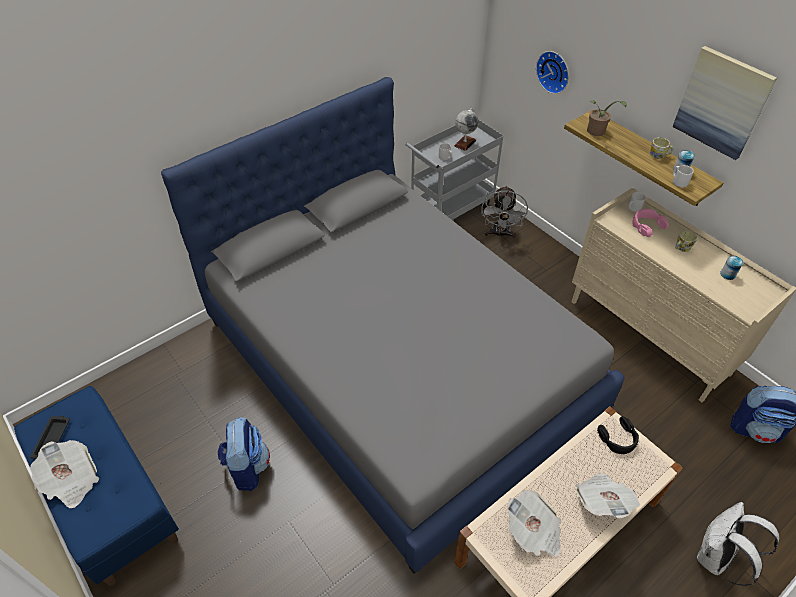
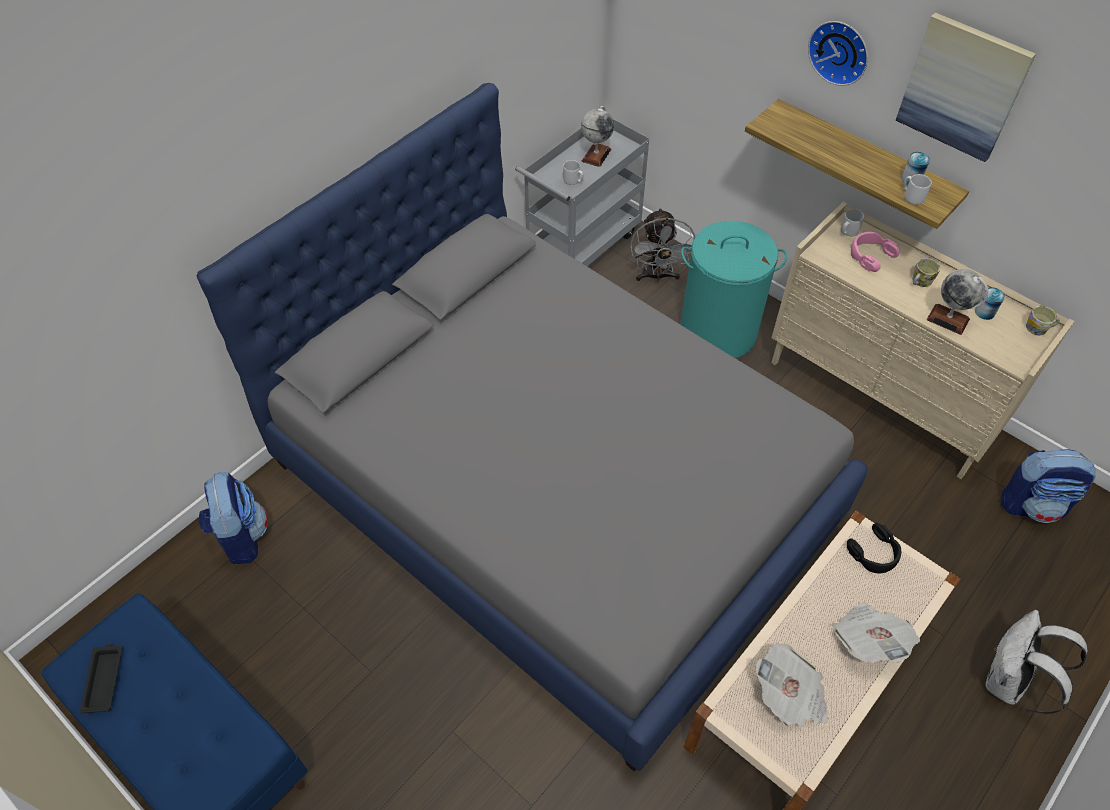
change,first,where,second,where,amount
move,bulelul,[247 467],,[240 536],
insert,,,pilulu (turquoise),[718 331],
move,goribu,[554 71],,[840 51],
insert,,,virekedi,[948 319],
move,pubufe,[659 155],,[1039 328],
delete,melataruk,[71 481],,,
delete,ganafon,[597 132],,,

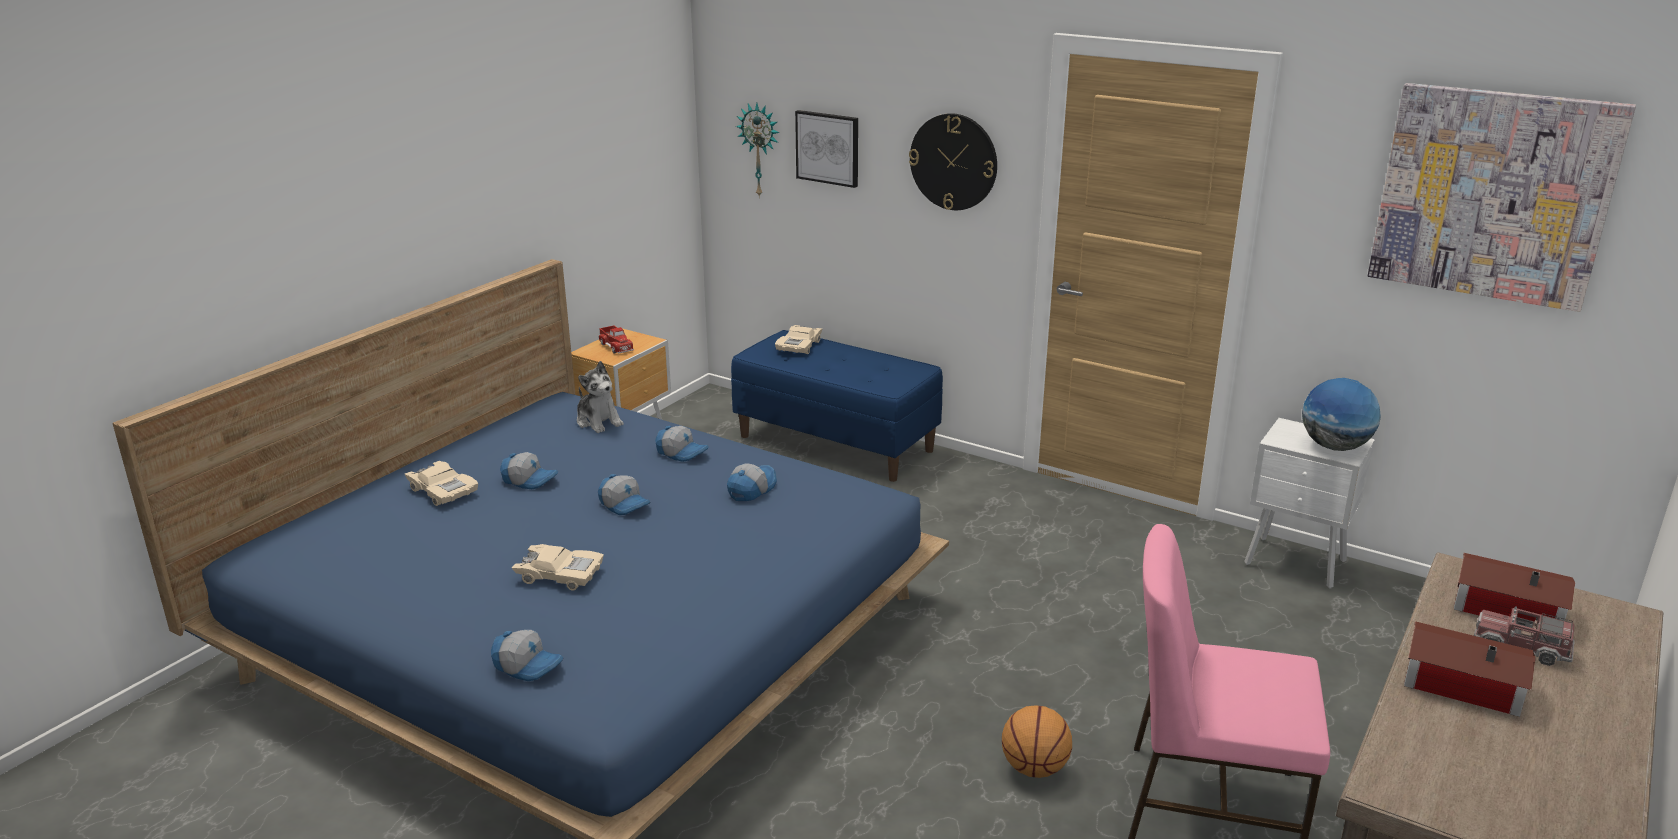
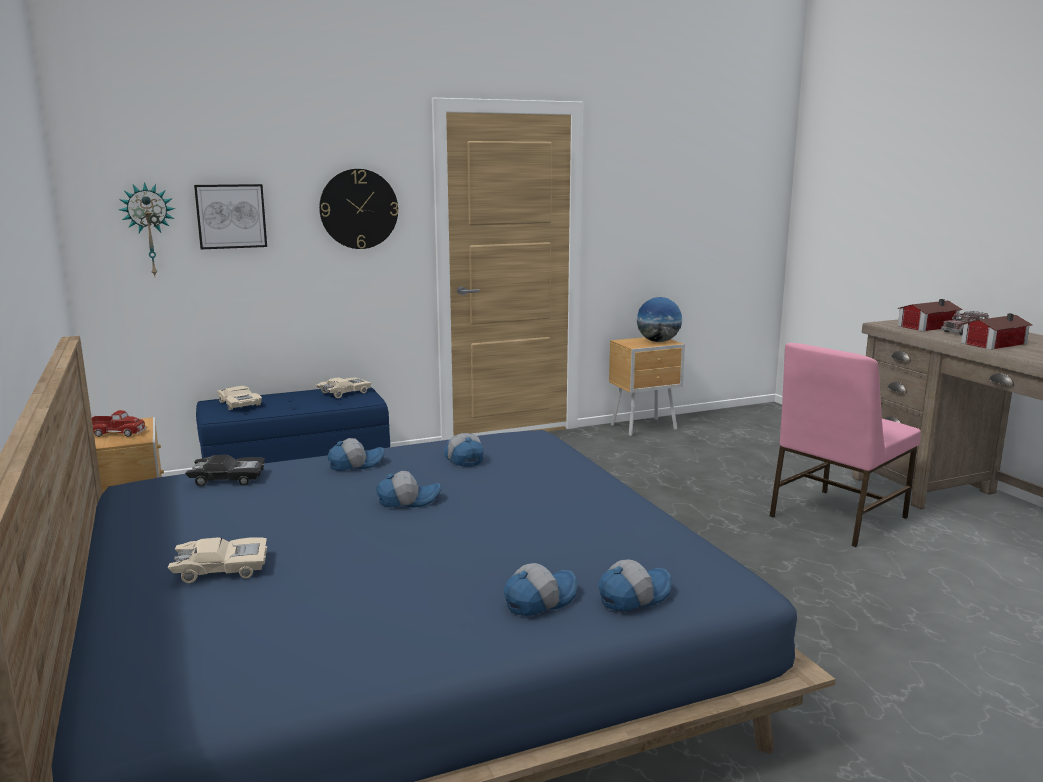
change,first,where,second,where,amount
replace,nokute,[599 421],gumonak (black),[227 478],
move,gumonak (beige),[560 575],,[344 393],
move,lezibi,[530 480],,[539 600],
recolor,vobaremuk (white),[1297 564],vobaremuk (brown),[645 427],
delete,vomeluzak,[1035 769],,,
delete,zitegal,[1493 195],,,

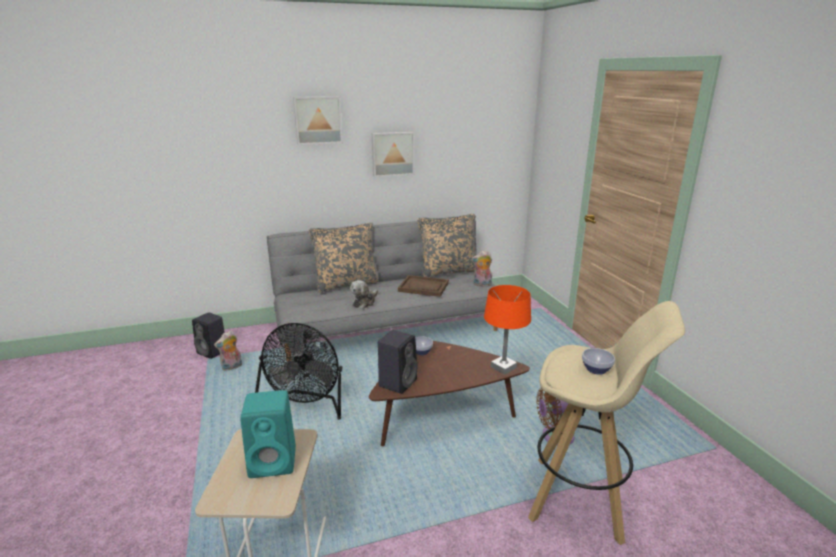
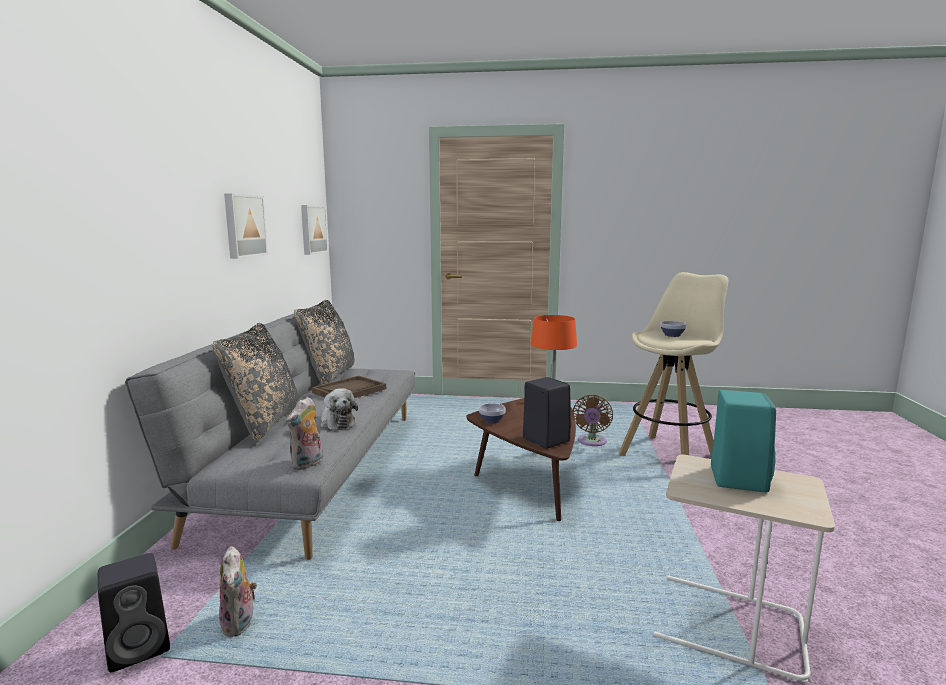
change,first,where,second,where,amount
move,nokute,[482 285],,[308 464],
move,zitegal,[318 120],,[312 229],
delete,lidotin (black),[305 402],,,

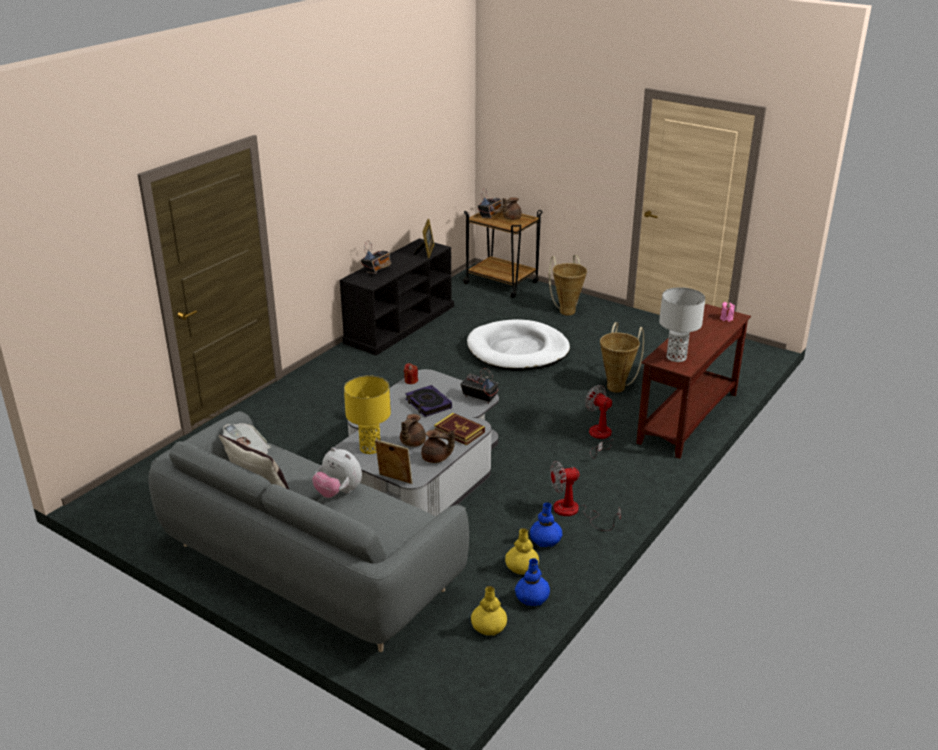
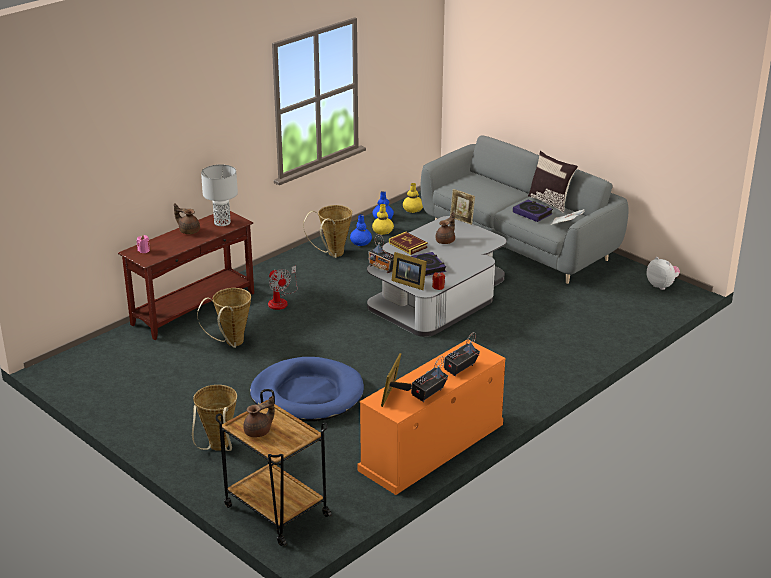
change,first,where,second,where,amount
move,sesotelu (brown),[436 458],,[188 231],
recolor,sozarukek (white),[518 350],sozarukek (blue),[307 394],
replace,lidotin,[574 512],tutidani,[332 255],
recolor,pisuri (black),[400 324],pisuri (orange),[431 447],
insert,,,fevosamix,[408 283],
move,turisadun,[490 215],,[428 394],
insert,,,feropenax,[532 213],
move,nokute,[338 492],,[661 285],
delete,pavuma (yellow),[370 448],,,

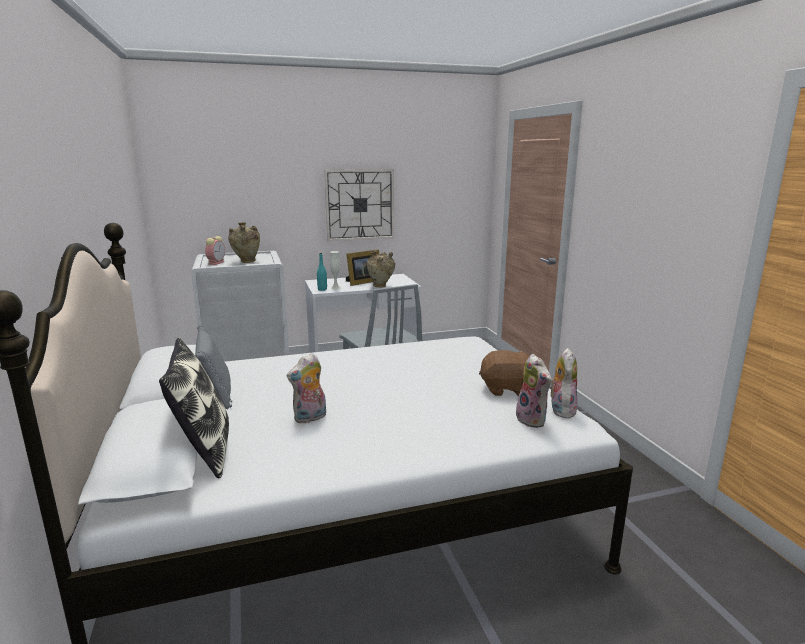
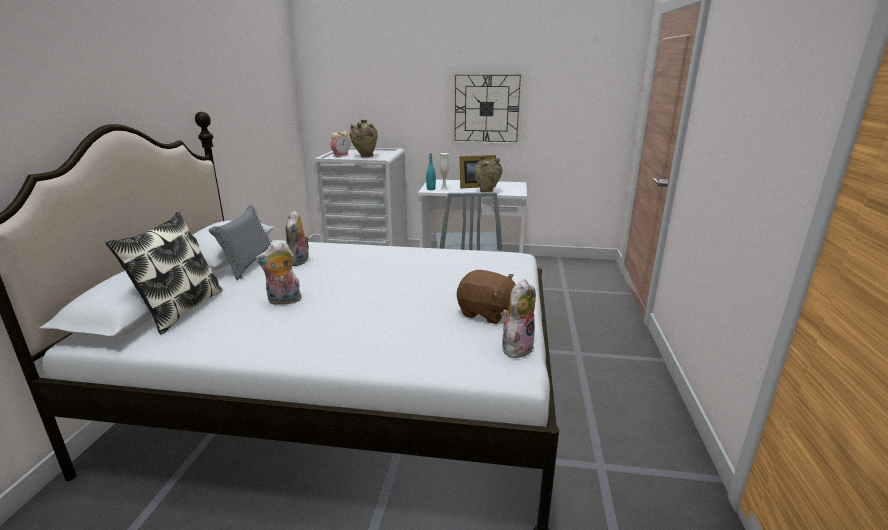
change,first,where,second,where,amount
move,nokute,[533 420],,[300 262],

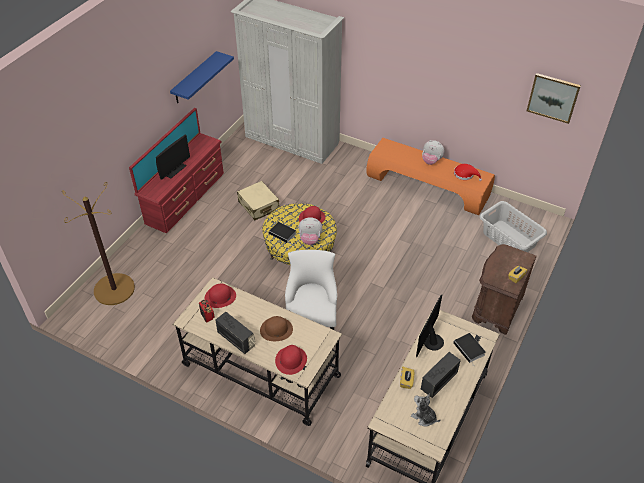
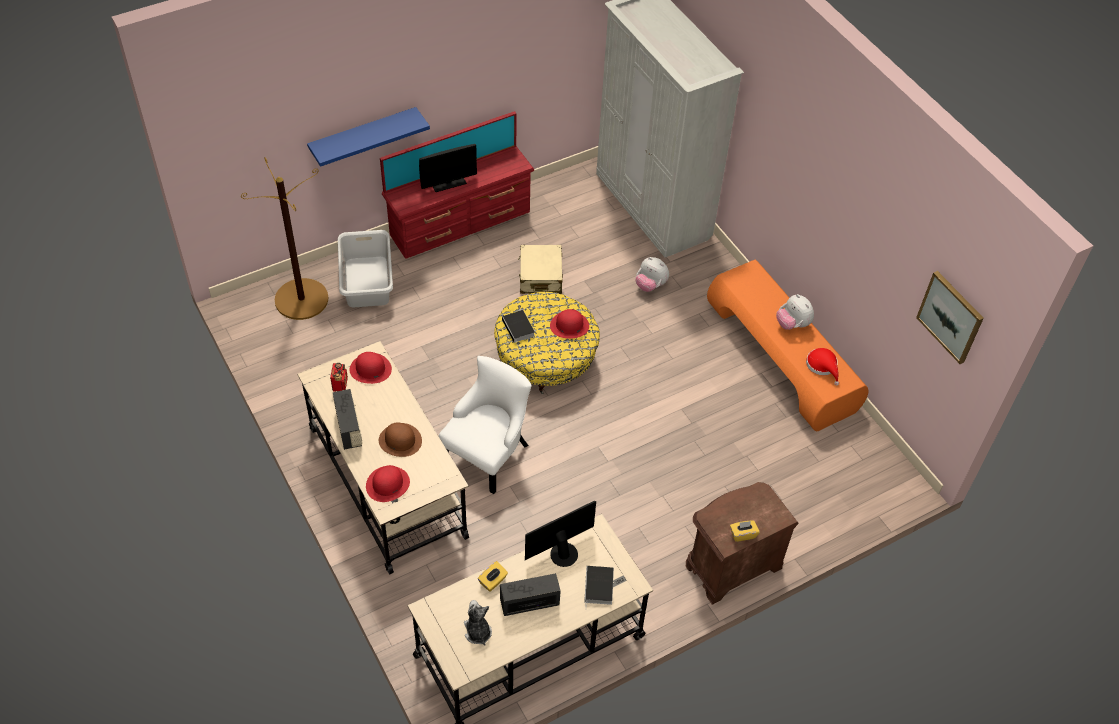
change,first,where,second,where,amount
move,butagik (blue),[194 78],,[363 135],
move,pilulu (grey),[509 238],,[367 281],
move,nokute,[310 239],,[650 285],

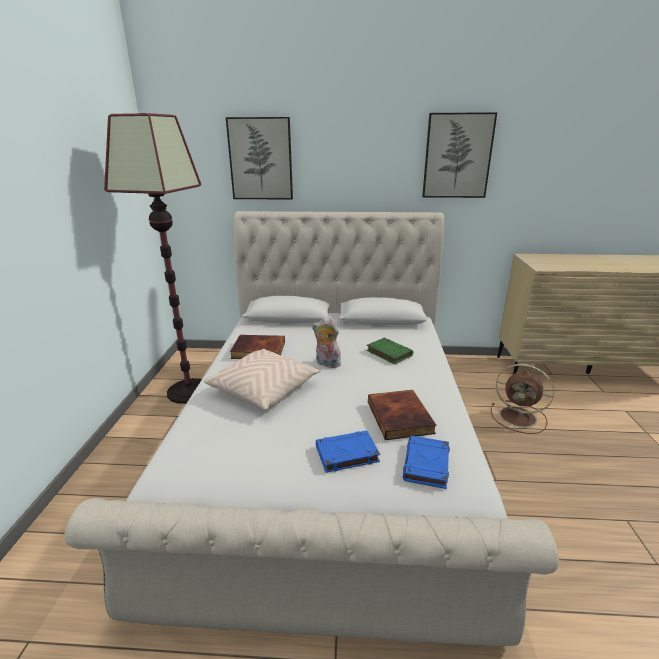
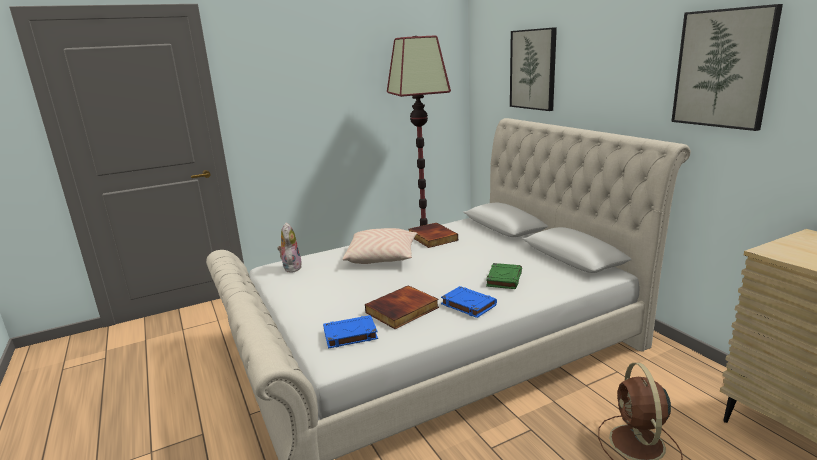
change,first,where,second,where,amount
move,nokute,[326 364],,[291 267],
move,feropenax (blue),[346 454],,[468 305],

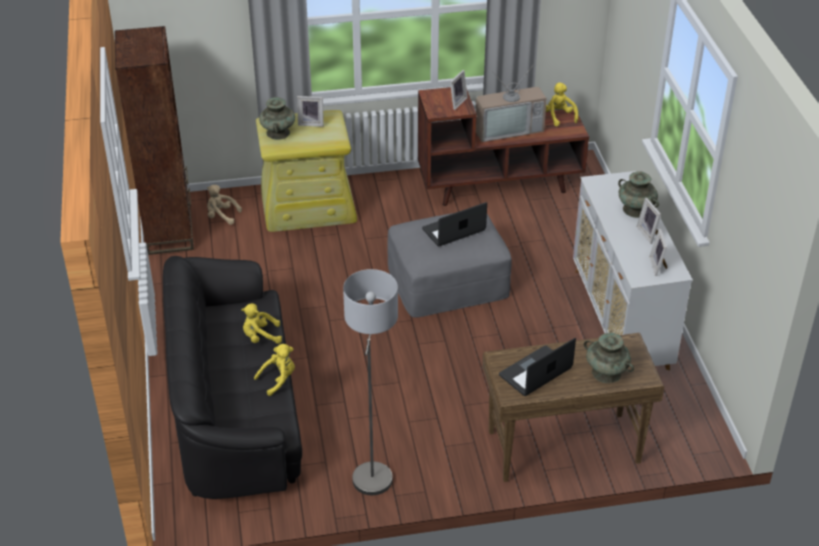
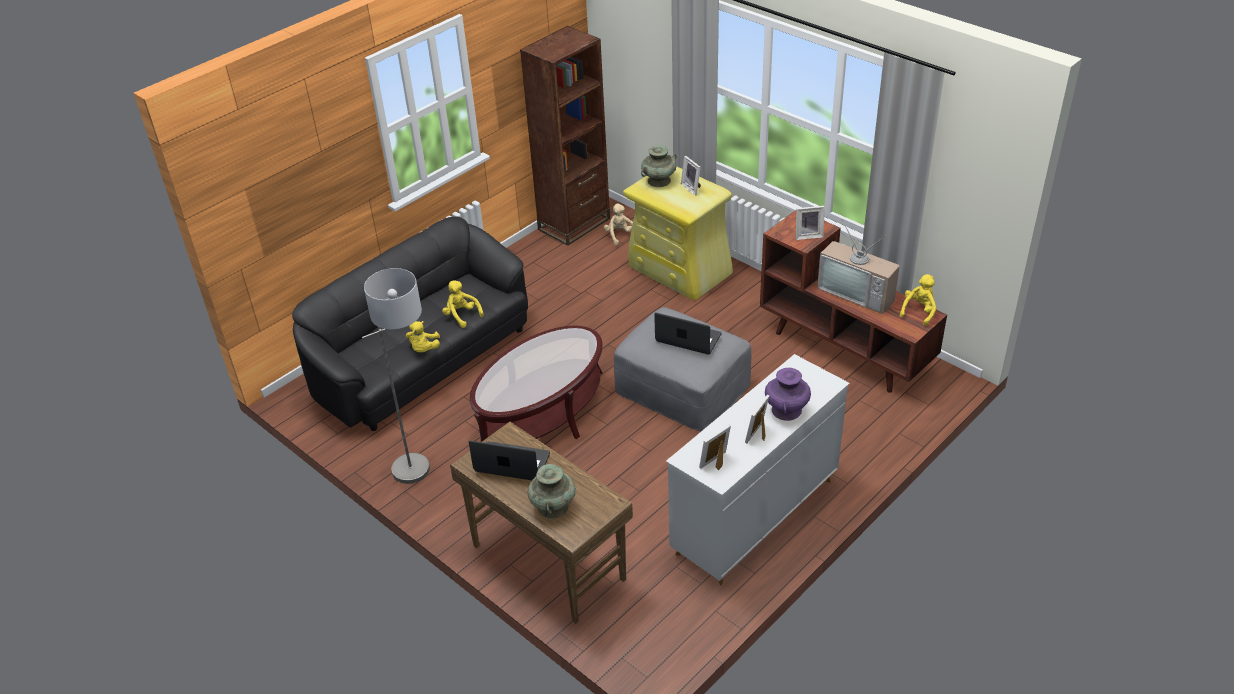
change,first,where,second,where,amount
rotate,nokute (yellow),[278 379],,[424 349],75 degrees clockwise
insert,,,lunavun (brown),[542 414],
recolor,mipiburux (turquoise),[636 210],mipiburux (purple),[786 410],

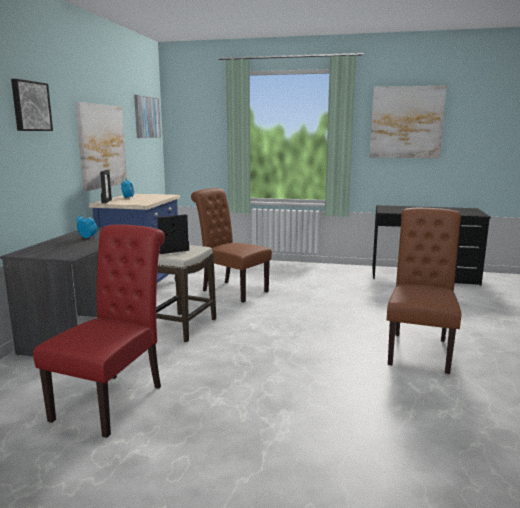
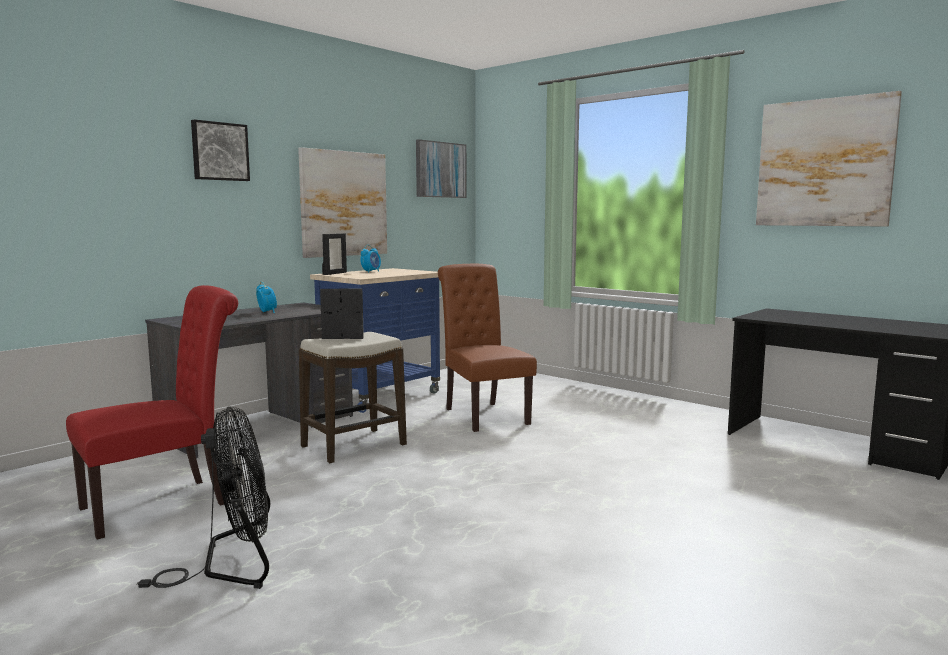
change,first,where,second,where,amount
insert,,,lidotin (black),[230 559],
delete,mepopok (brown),[419 349],,,

